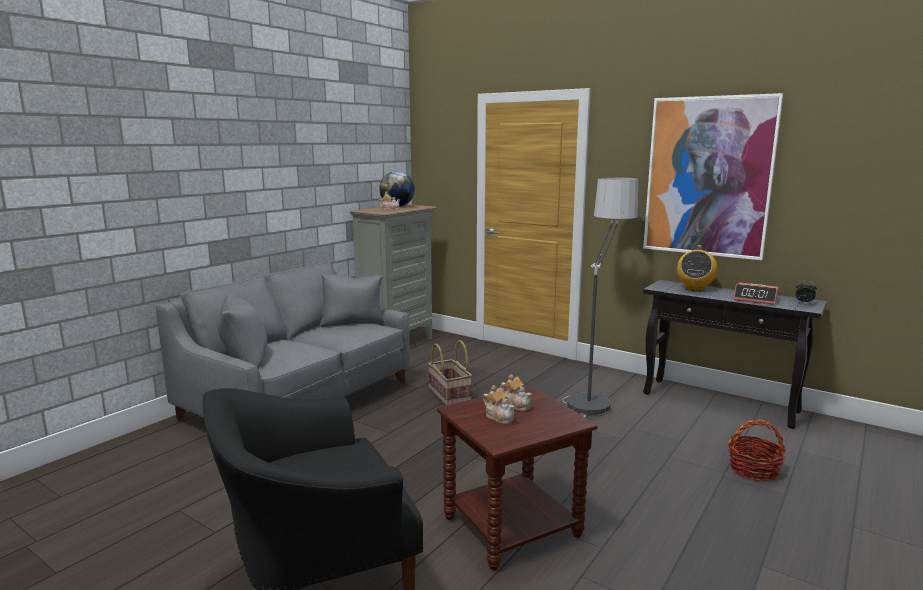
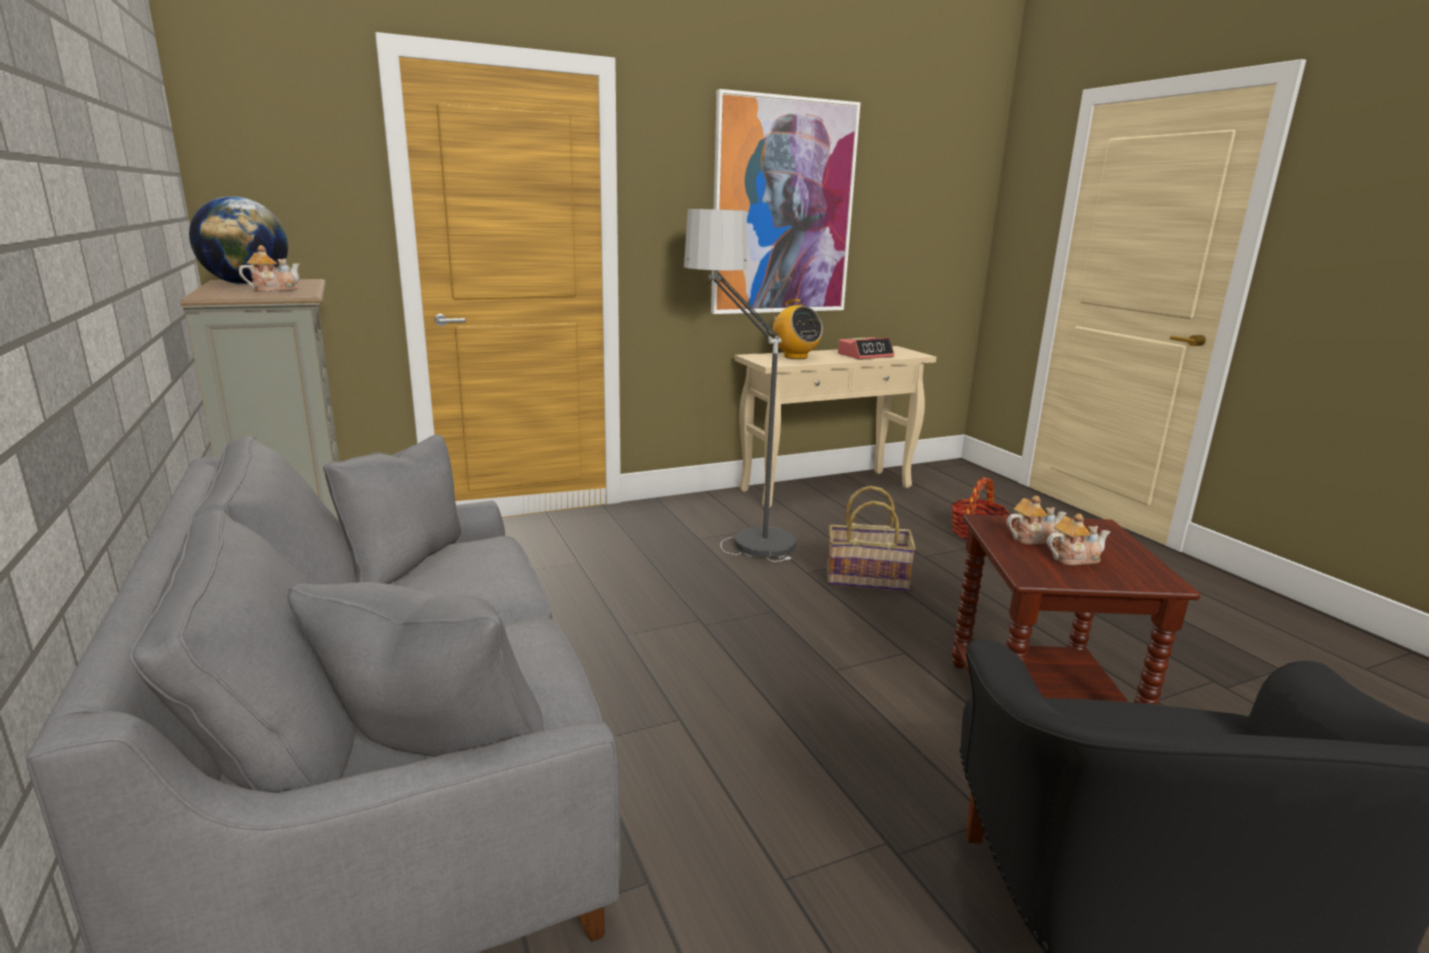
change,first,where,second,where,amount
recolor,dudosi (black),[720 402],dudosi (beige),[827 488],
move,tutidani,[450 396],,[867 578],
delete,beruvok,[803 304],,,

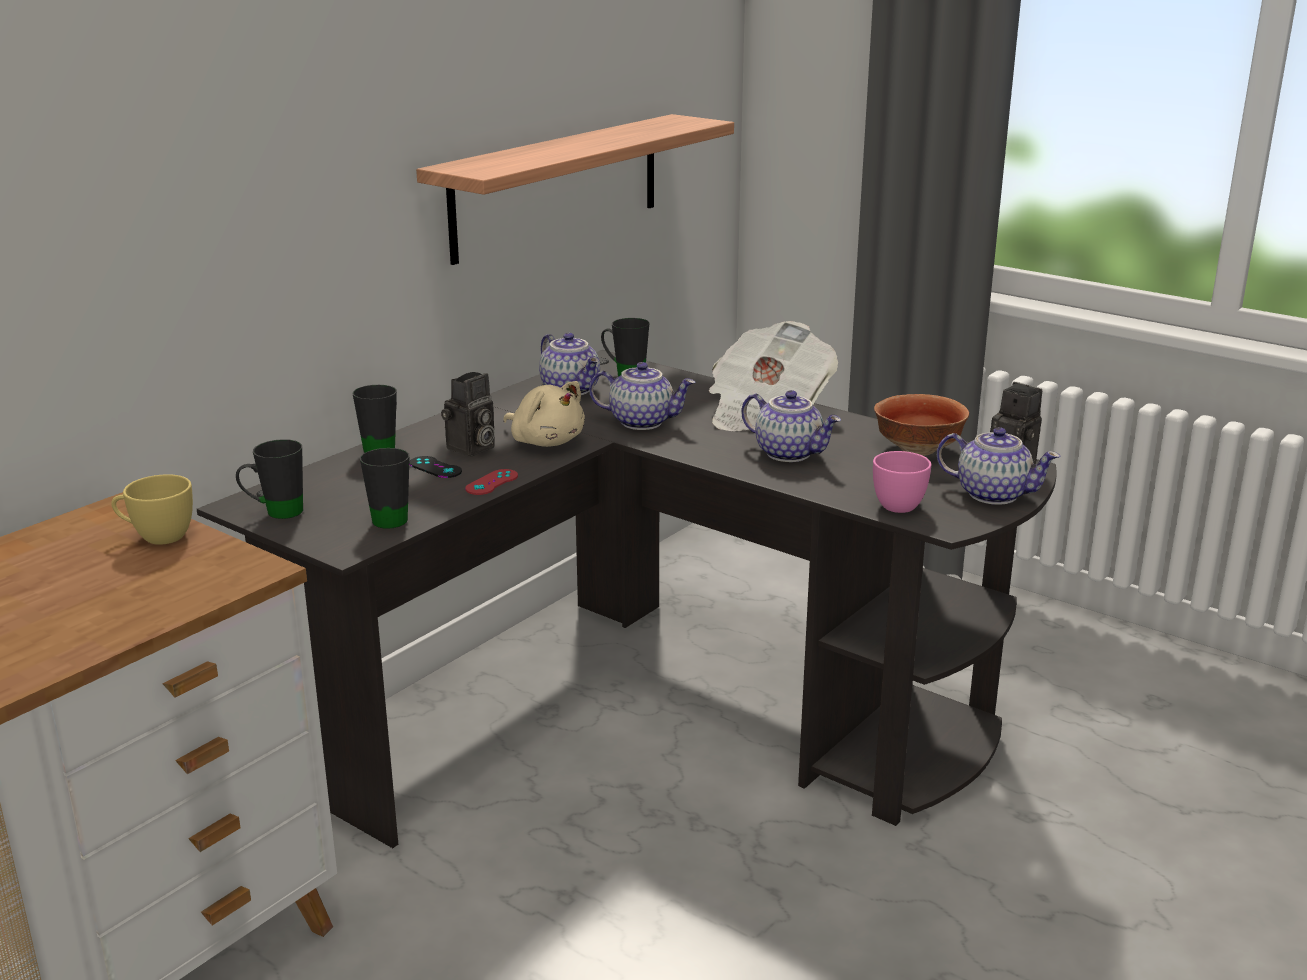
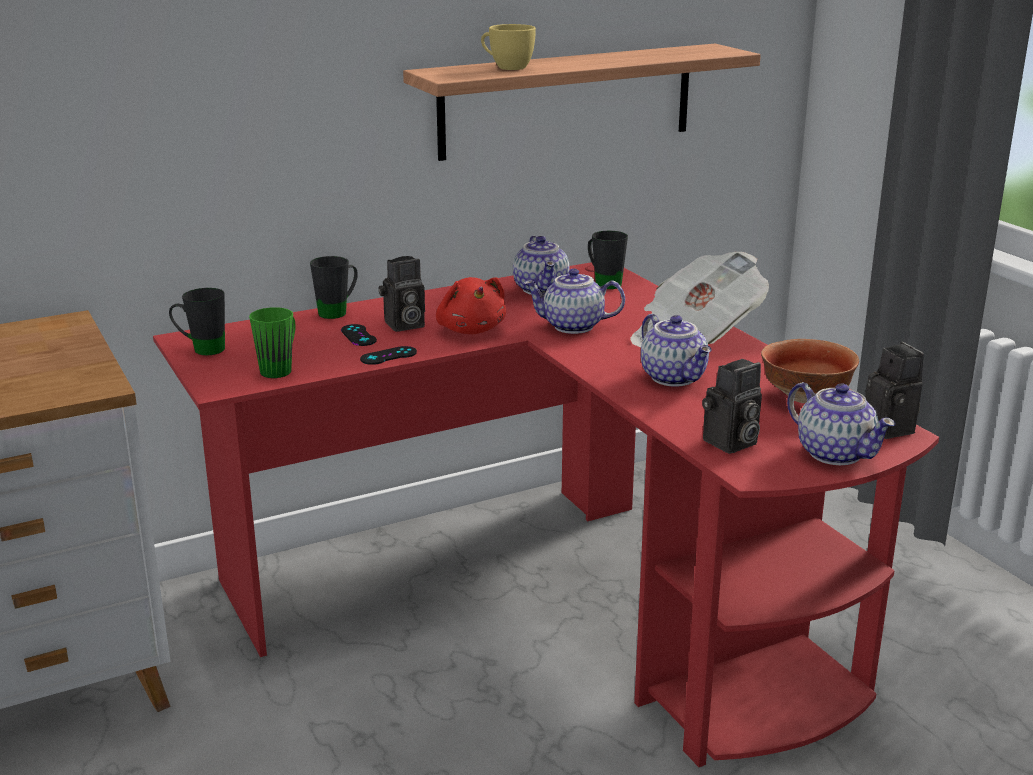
change,first,where,second,where,amount
recolor,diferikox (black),[642 711],diferikox (red),[546 598],
recolor,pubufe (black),[391 516],pubufe (green),[280 369],
recolor,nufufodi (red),[492 482],nufufodi (black),[388 356],
recolor,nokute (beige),[546 441],nokute (red),[471 329],
move,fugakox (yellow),[156 537],,[507 67],
rotate,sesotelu,[642 422],,[572 327],150 degrees clockwise
replace,fugakox (pink),[901 503],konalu,[730 444],

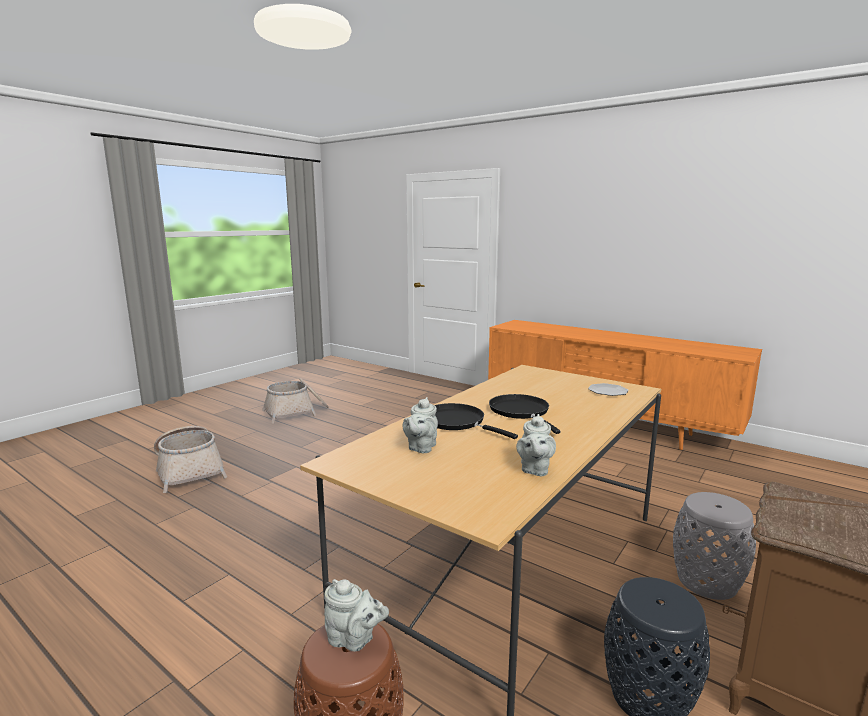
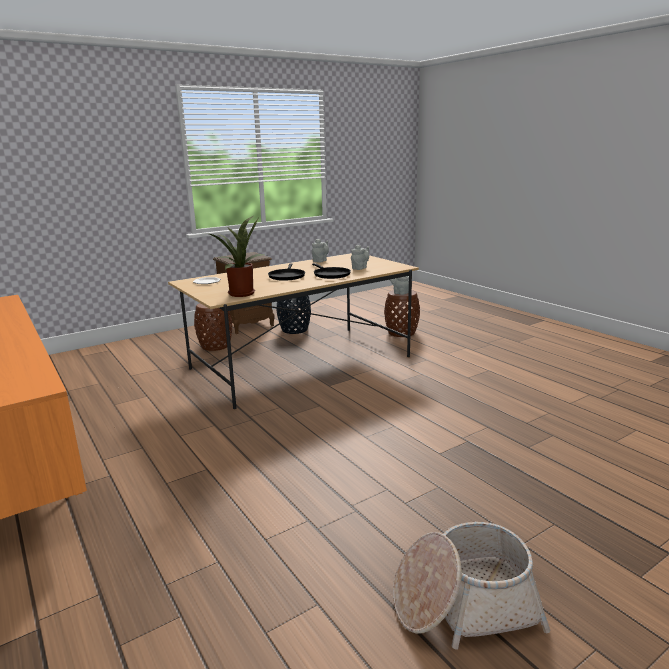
change,first,where,second,where,amount
recolor,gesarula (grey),[707 582],gesarula (brown),[215 346],
insert,,,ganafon,[240 293],
delete,tutidani,[189 470],,,

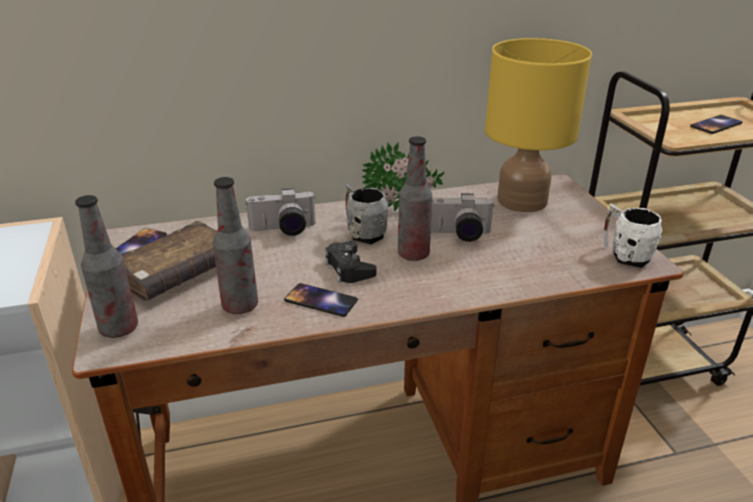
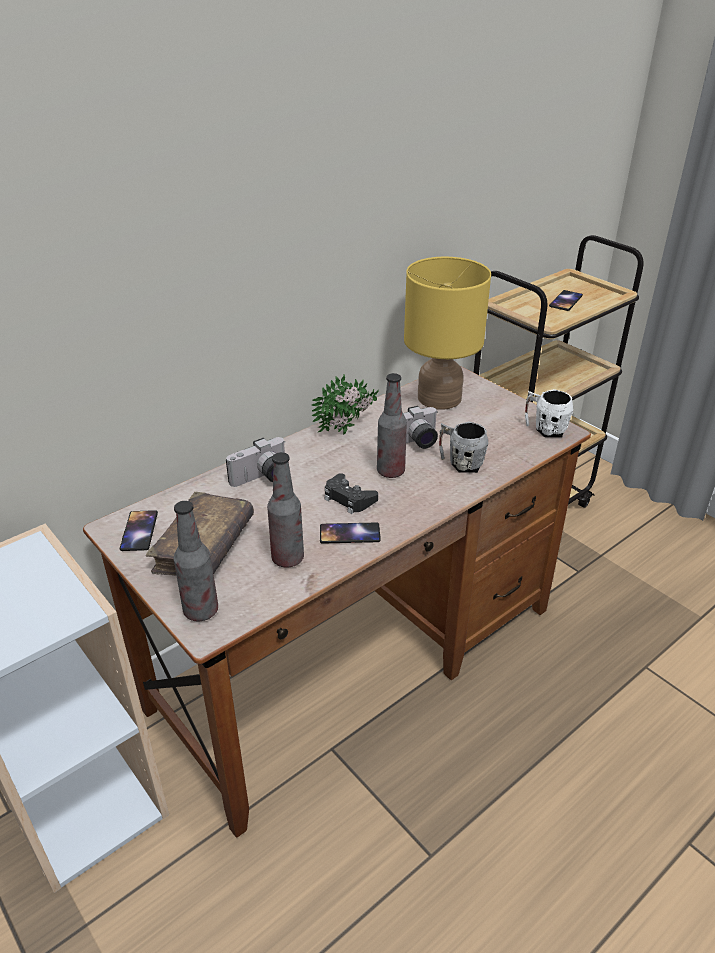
change,first,where,second,where,amount
move,pubufe (grey),[363 233],,[460 463],

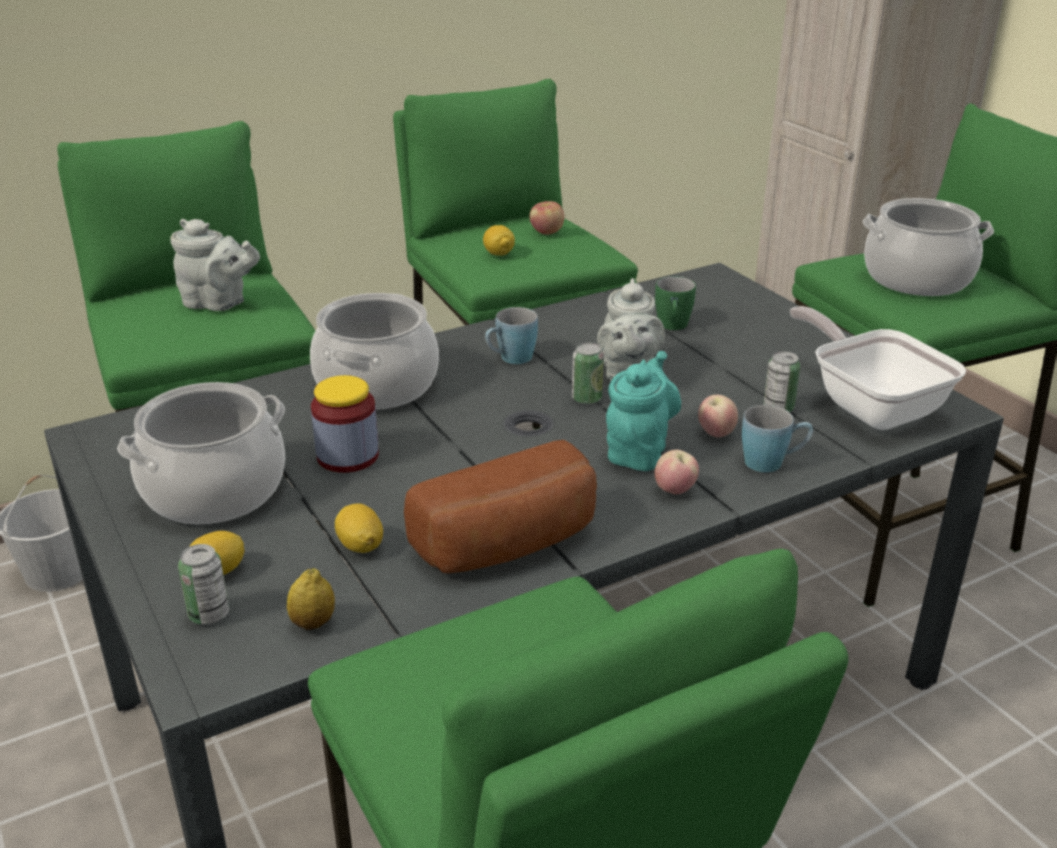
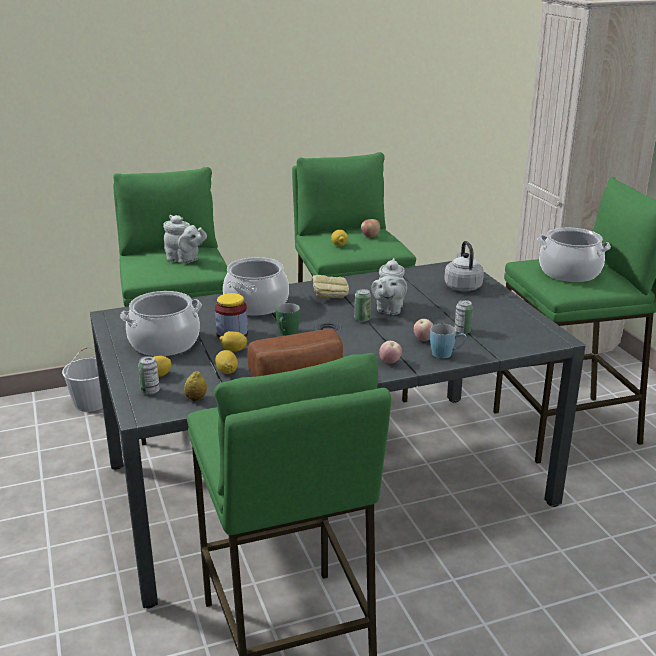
change,first,where,second,where,amount
insert,,,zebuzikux,[234 350],
move,pubufe (green),[673 327],,[286 334],
replace,pubufe (blue),[510 359],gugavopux,[329 298],
insert,,,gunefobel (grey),[462 286],
delete,sesotelu (turquoise),[638 450],,,
delete,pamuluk,[869 405],,,

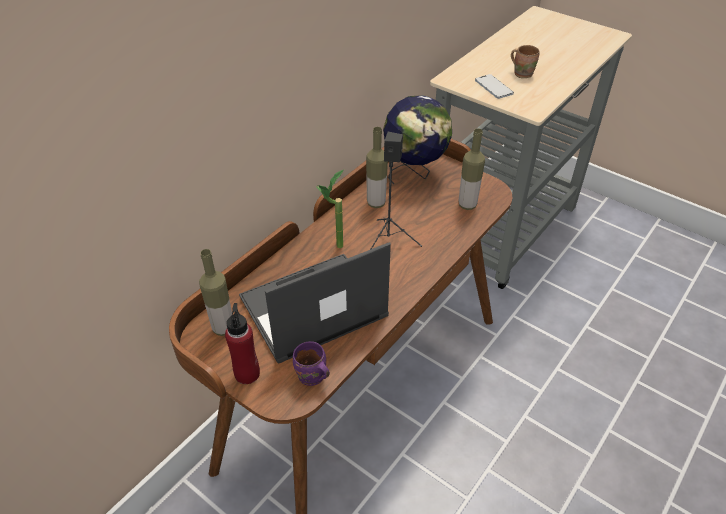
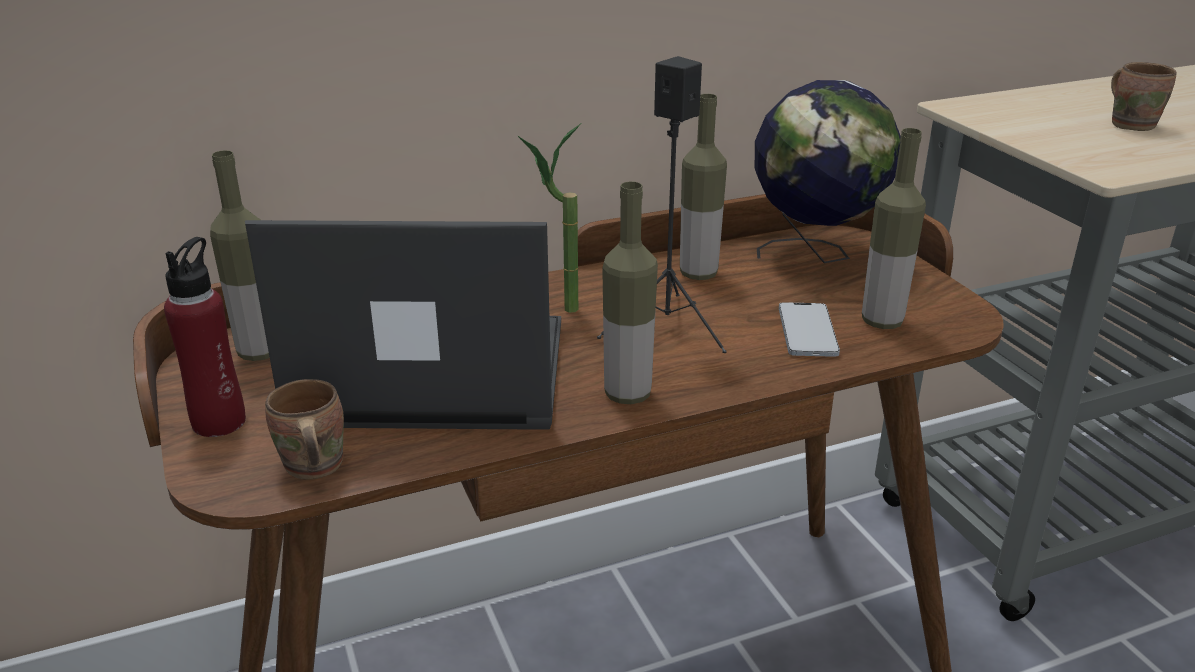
change,first,where,second,where,amount
recolor,pubufe (purple),[312 378],pubufe (brown),[310 468],
insert,,,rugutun,[627 394],
move,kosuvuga,[493 87],,[807 331],

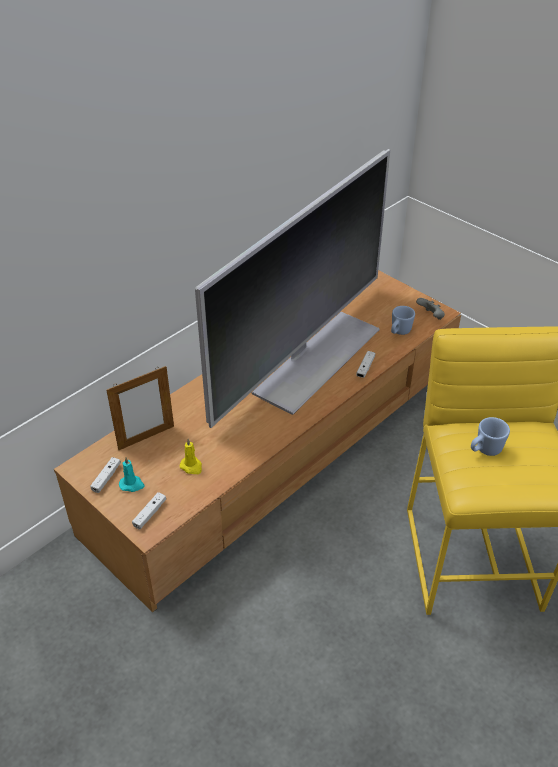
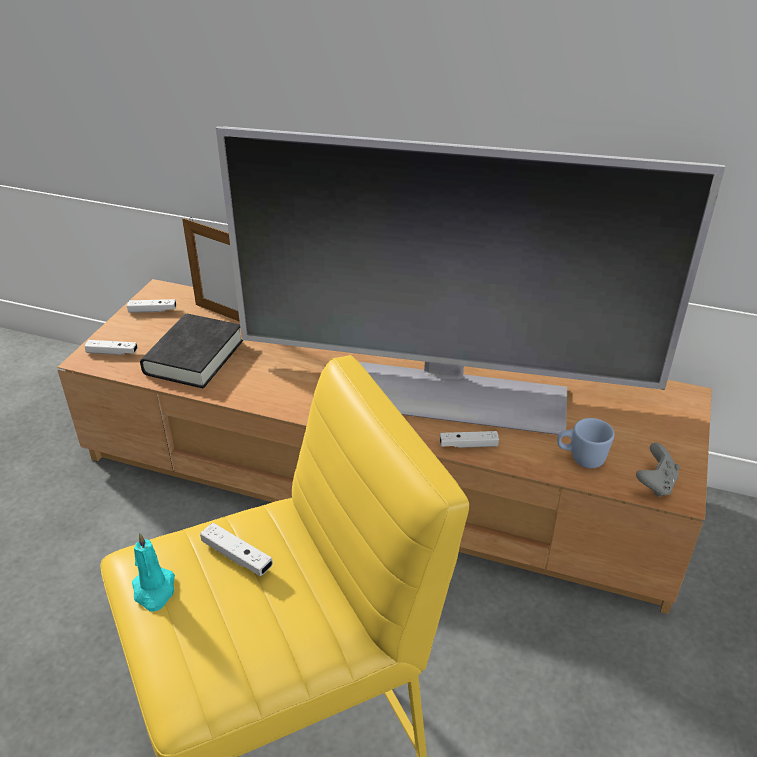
change,first,where,second,where,amount
move,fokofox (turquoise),[132 484],,[154 591],
replace,fokofox (yellow),[191 467],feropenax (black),[194 357],
replace,pubufe (blue),[485 450],nufufodi (white),[237 556],

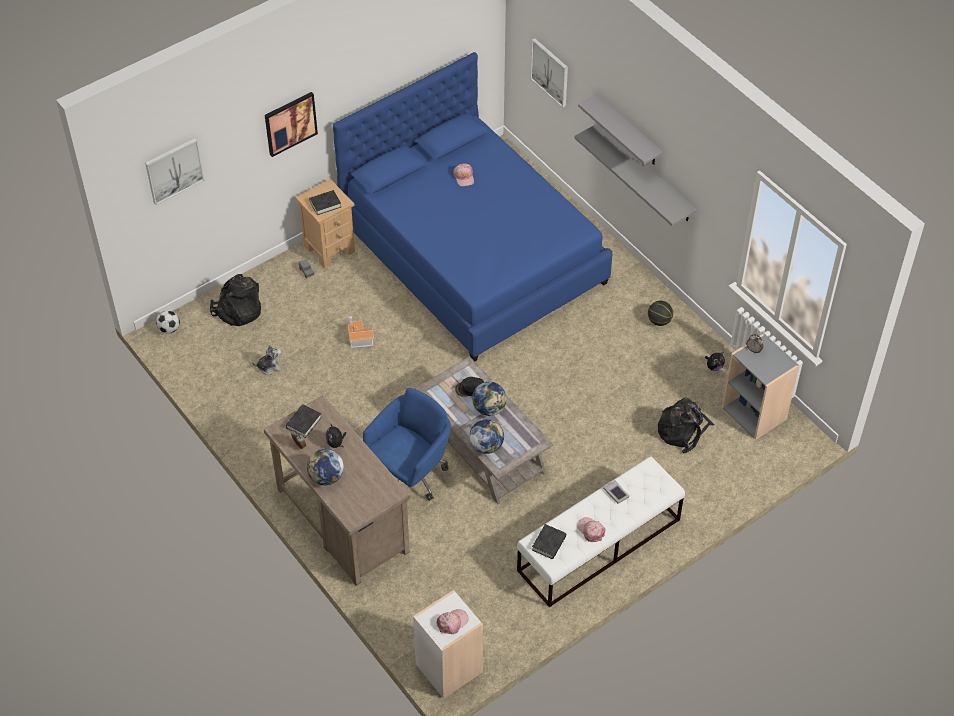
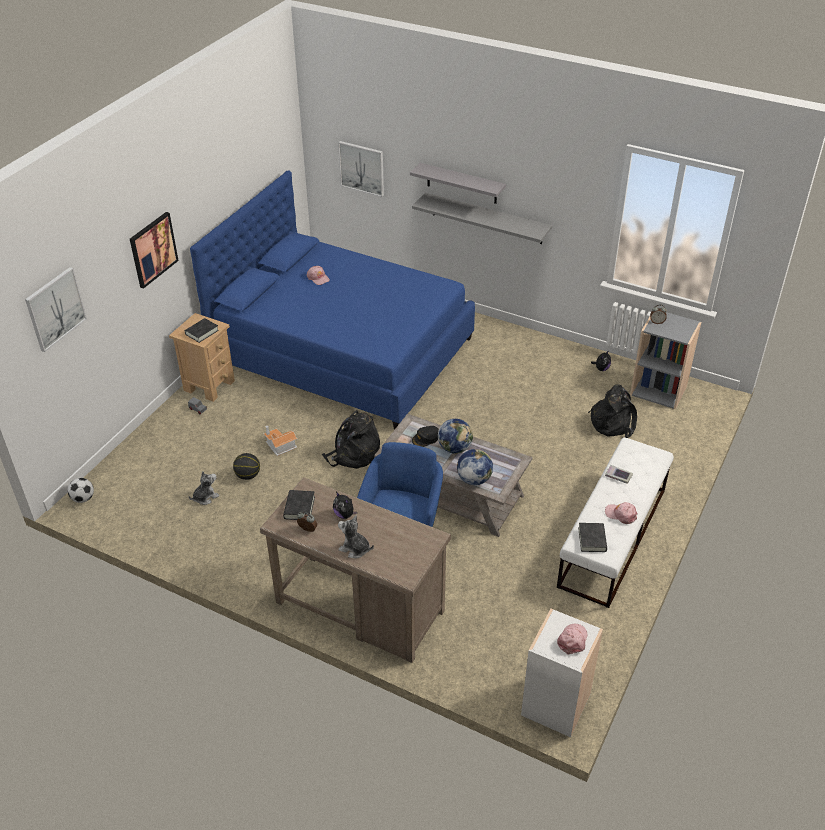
change,first,where,second,where,amount
move,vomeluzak,[659 321],,[248 475],
move,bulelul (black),[237 310],,[353 454],
replace,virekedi,[326 477],nokute,[355 549],

